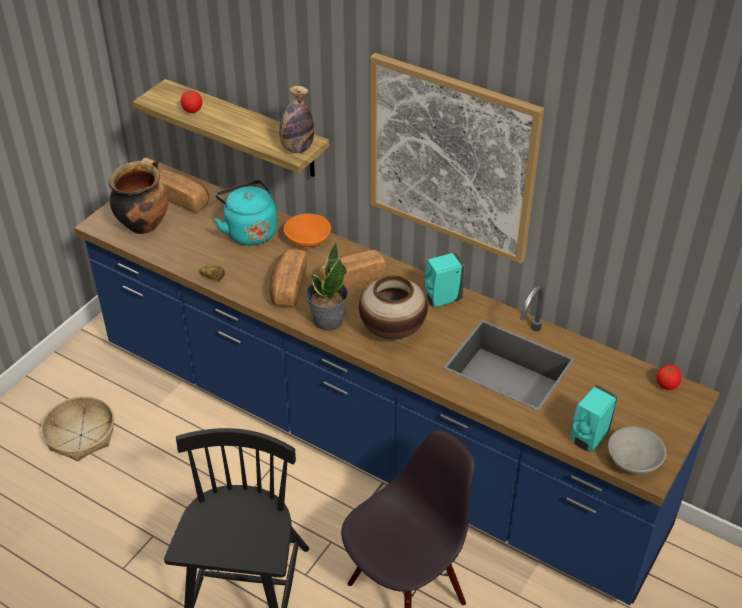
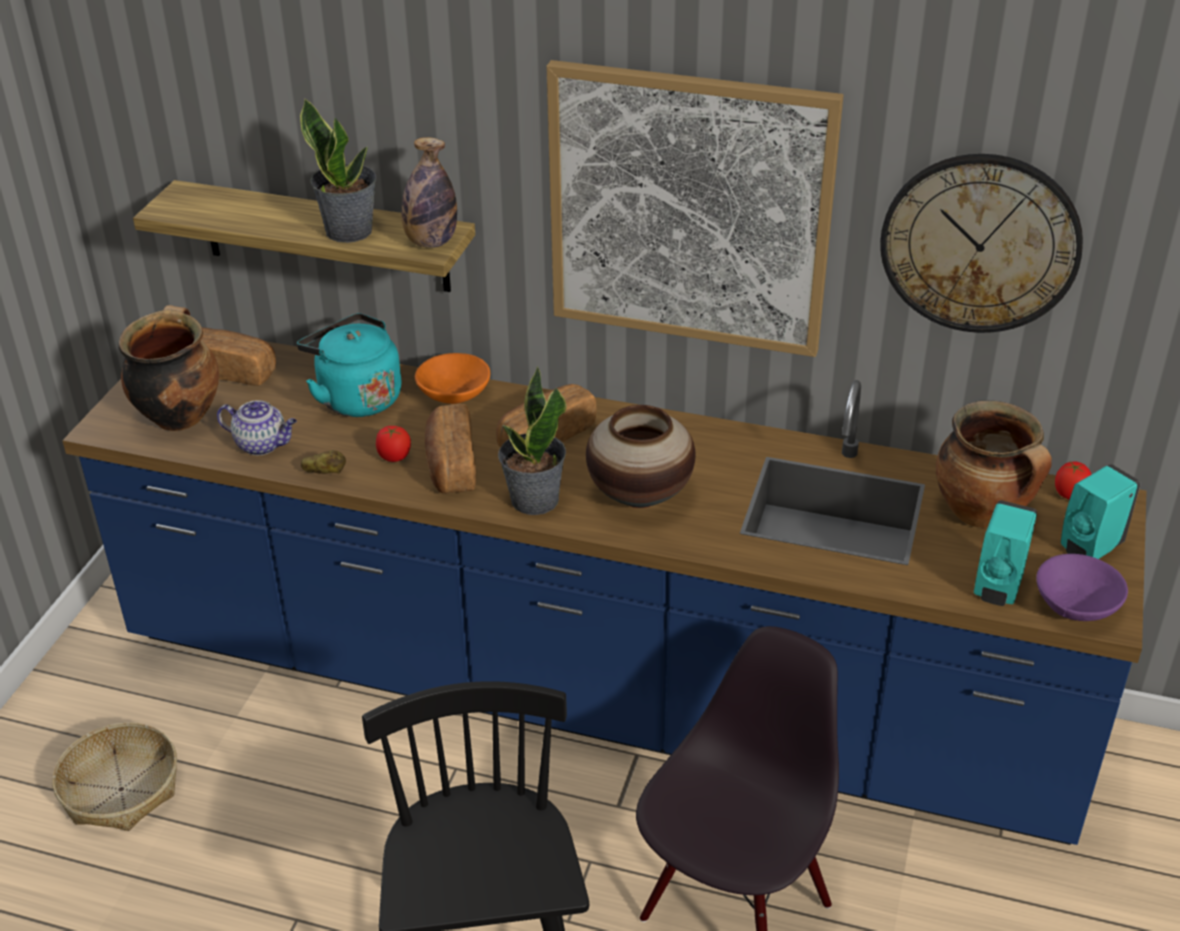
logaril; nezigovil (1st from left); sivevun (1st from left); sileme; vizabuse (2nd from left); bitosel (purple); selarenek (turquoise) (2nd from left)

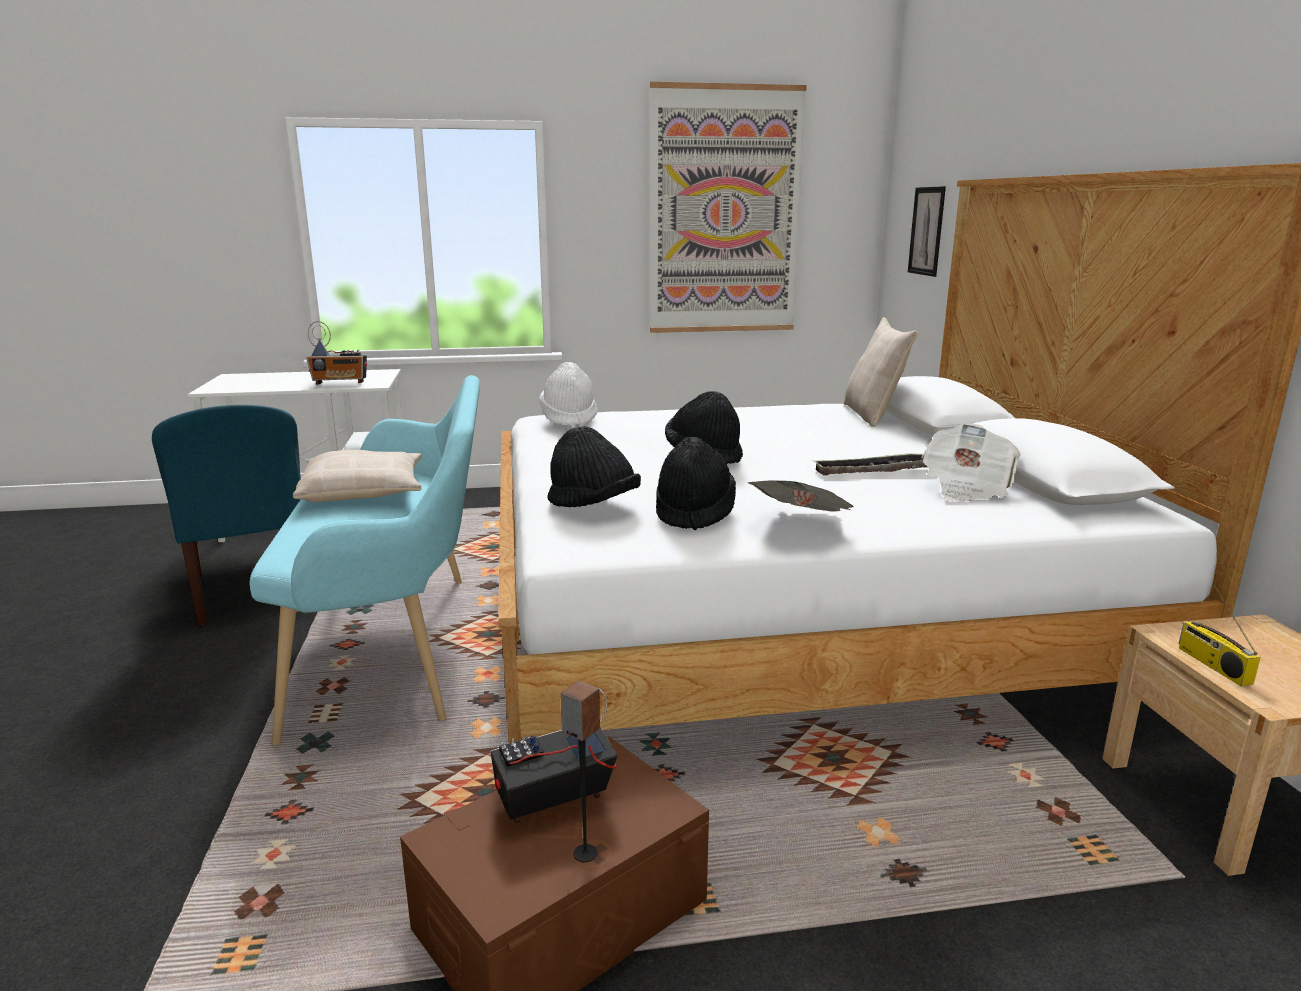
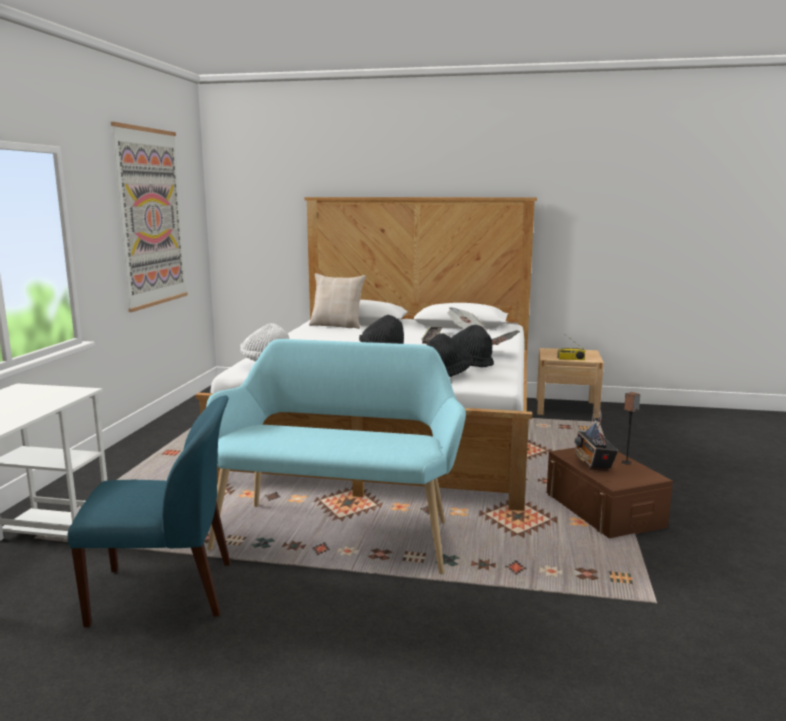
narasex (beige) (1st from left in the first image); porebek (1st from left in the first image); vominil (2nd from left in the first image)

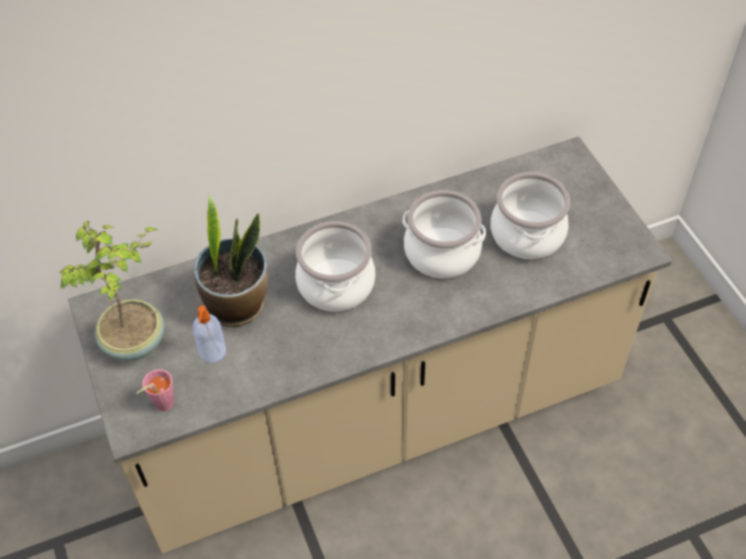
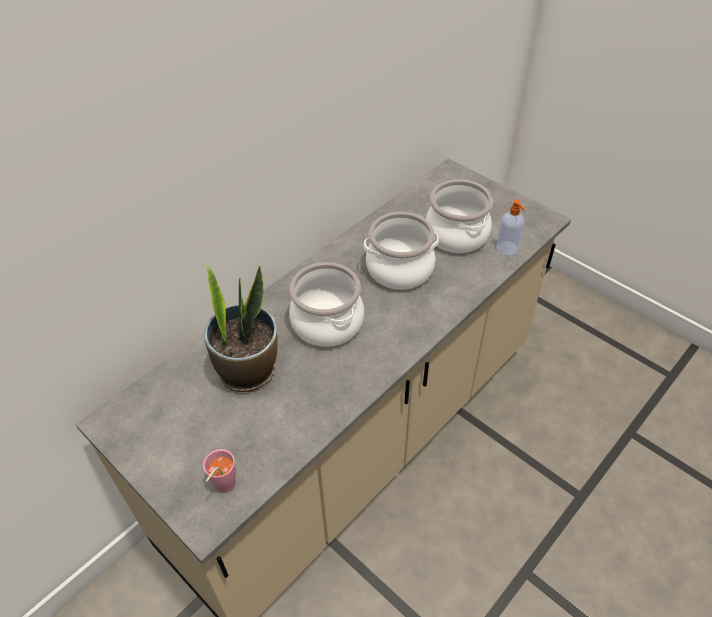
selarenek; nezigovil (1st from left in the first image)

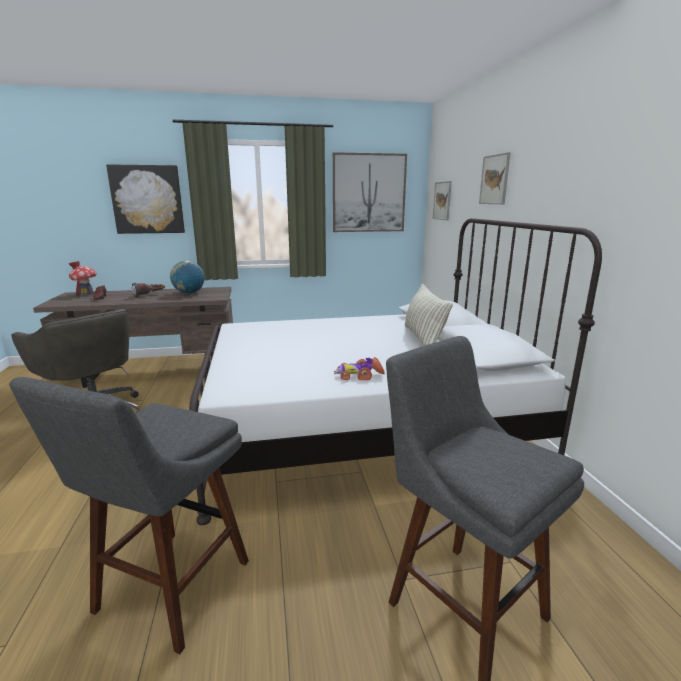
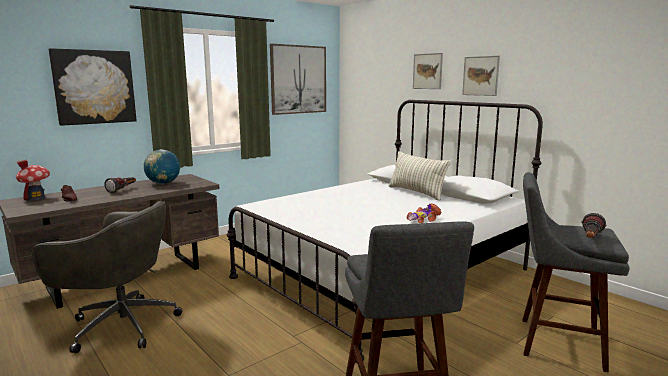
vominil (4th from left); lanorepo (2nd from left)

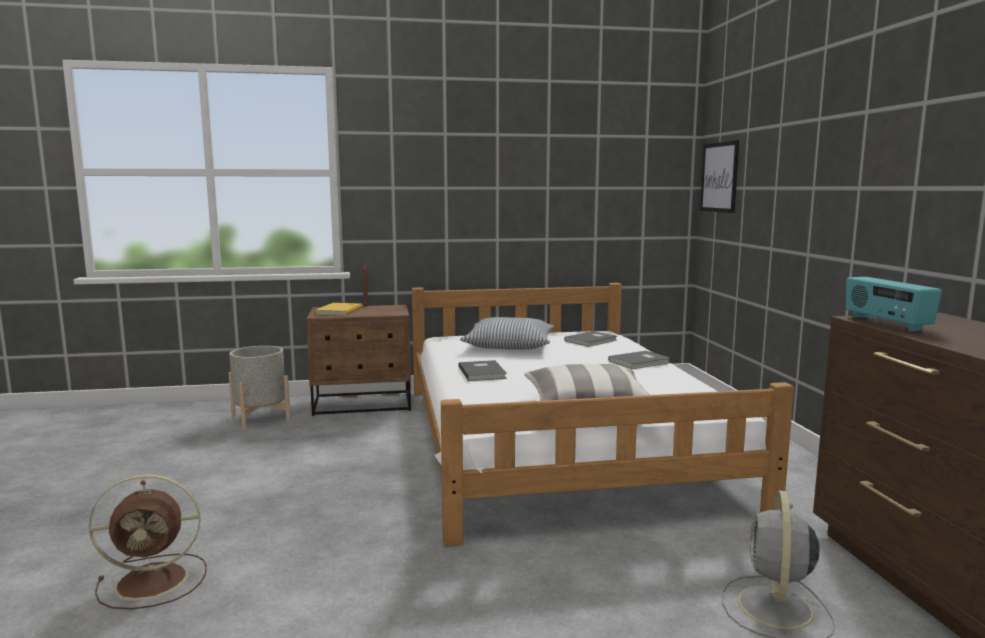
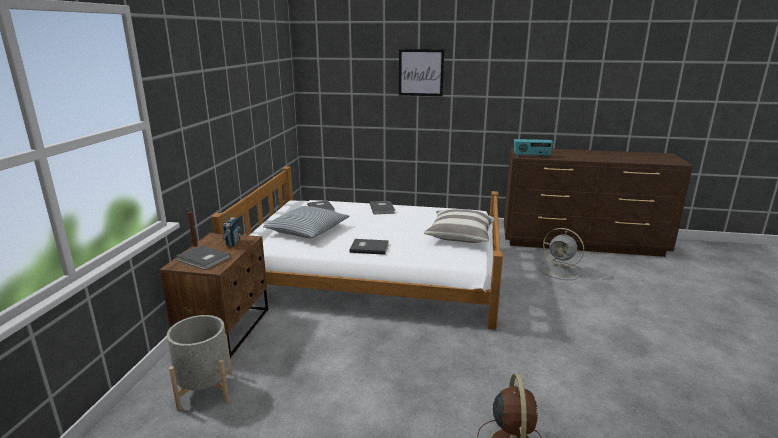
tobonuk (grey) (1st from left); porebek (1st from left); vominil

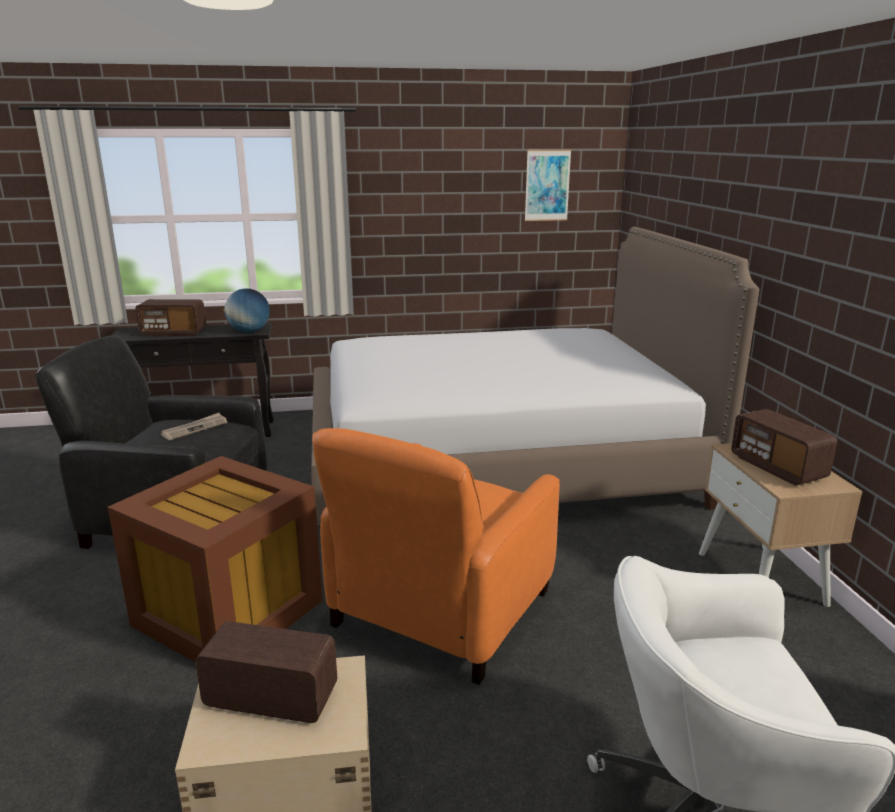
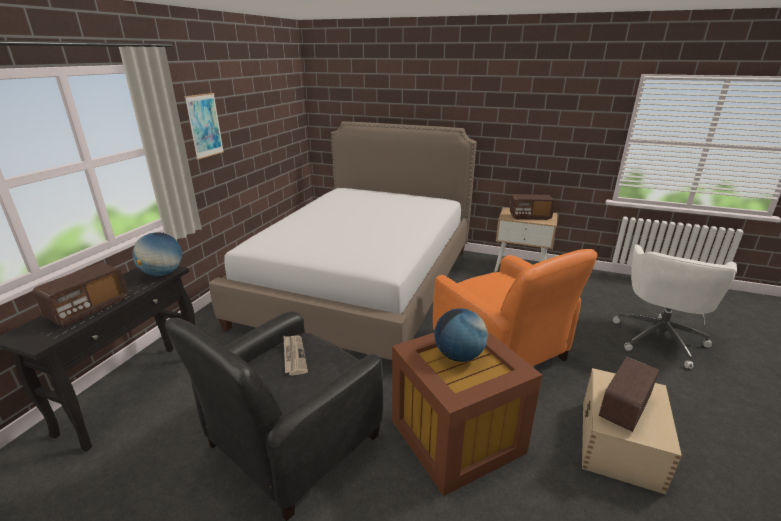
vominil; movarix (2nd from left)

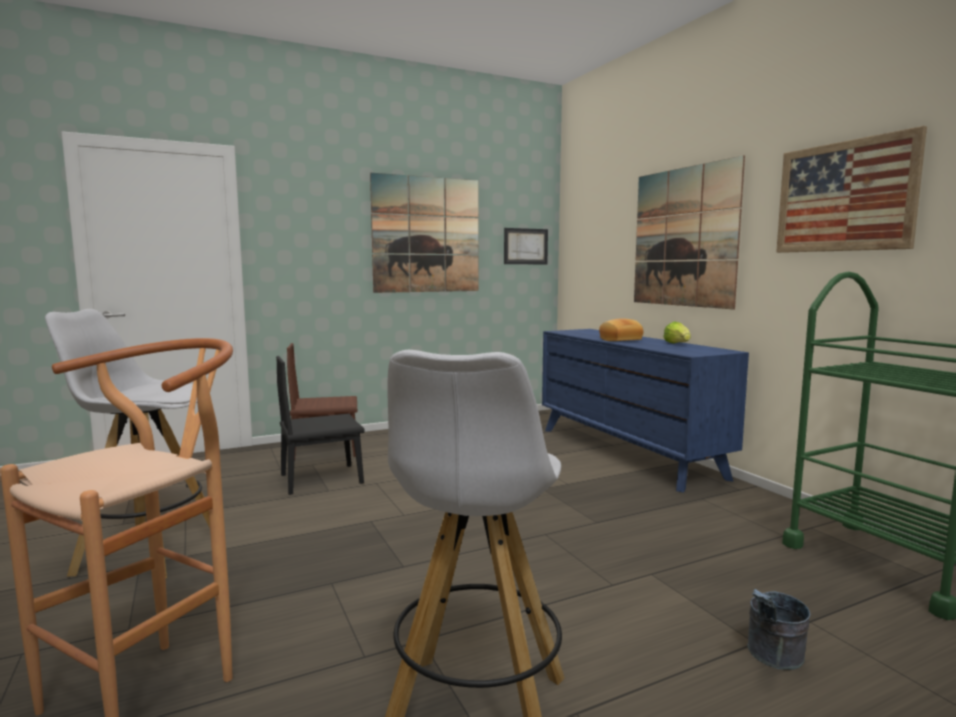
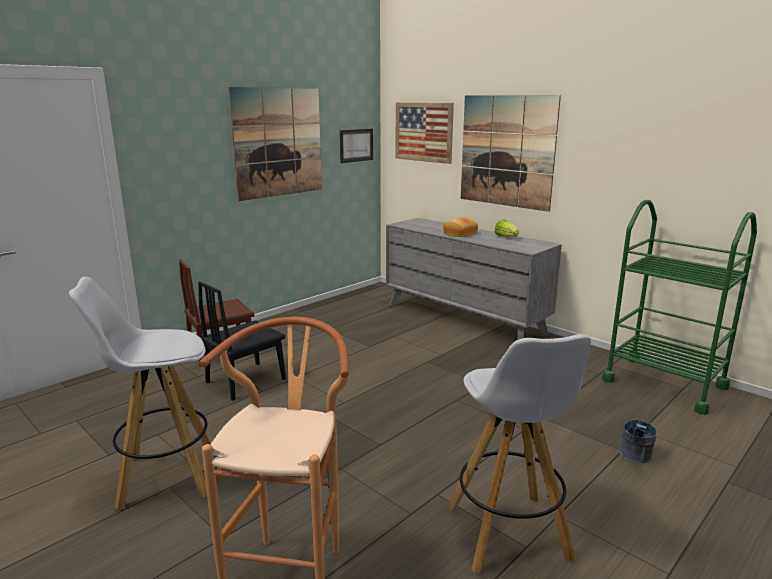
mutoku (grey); vominil (3rd from left)

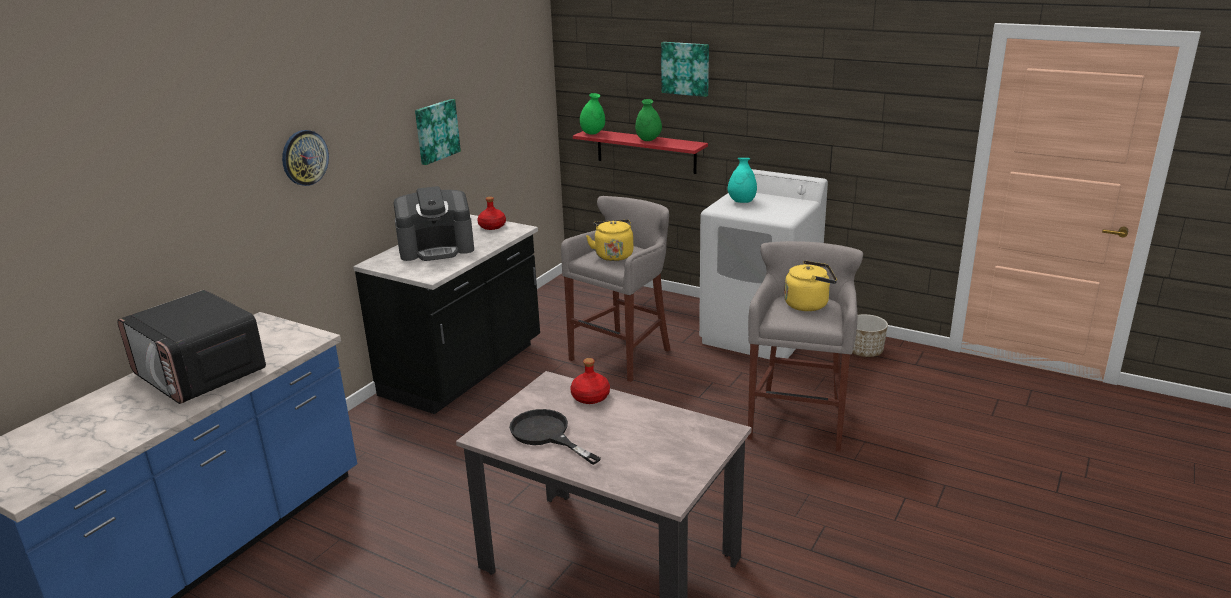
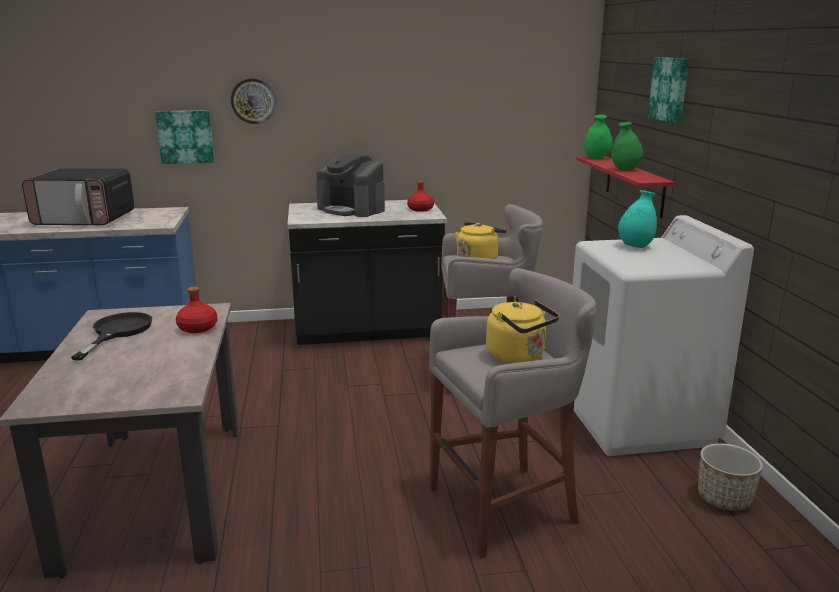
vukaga; vominil (1st from left)

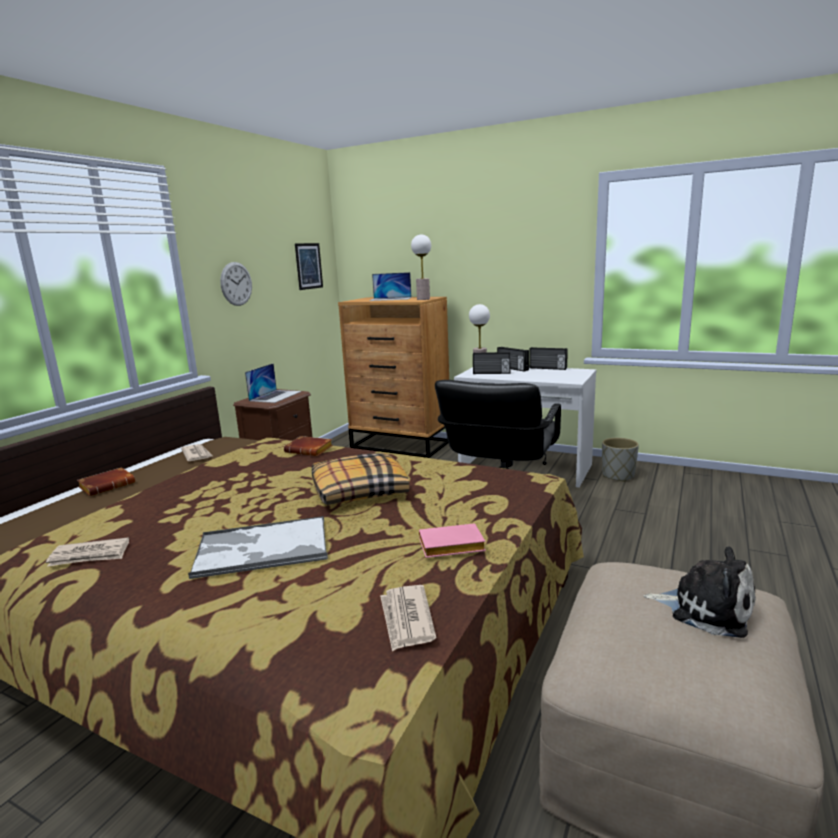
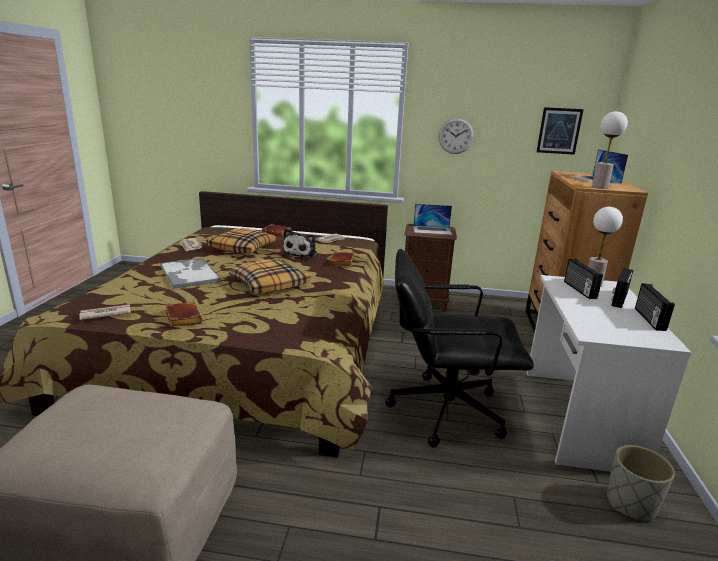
tobonuk (brown) (1st from left); narasex (1st from left); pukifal

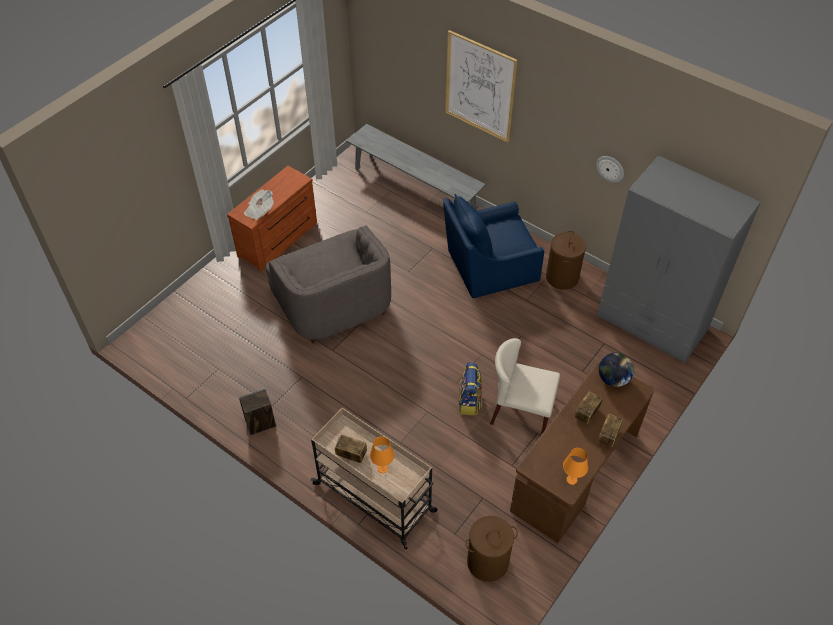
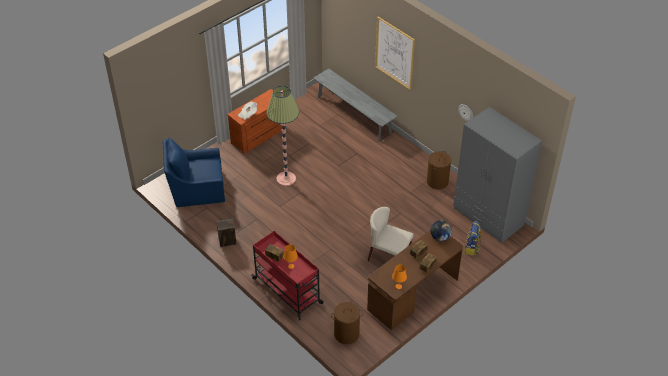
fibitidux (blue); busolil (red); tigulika; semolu

